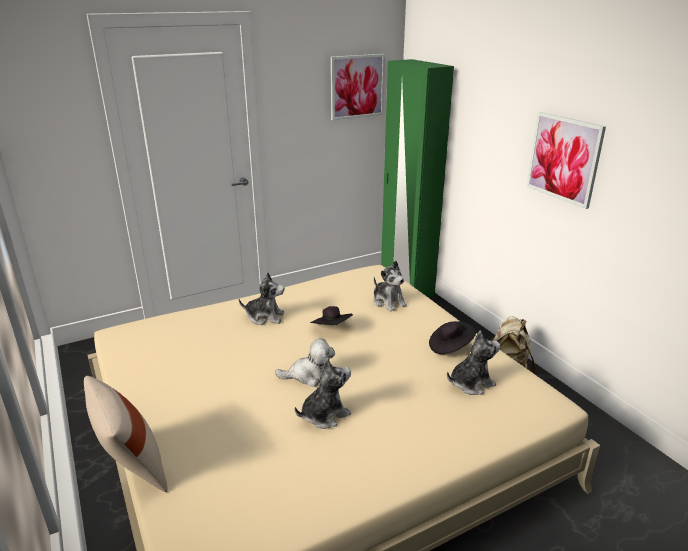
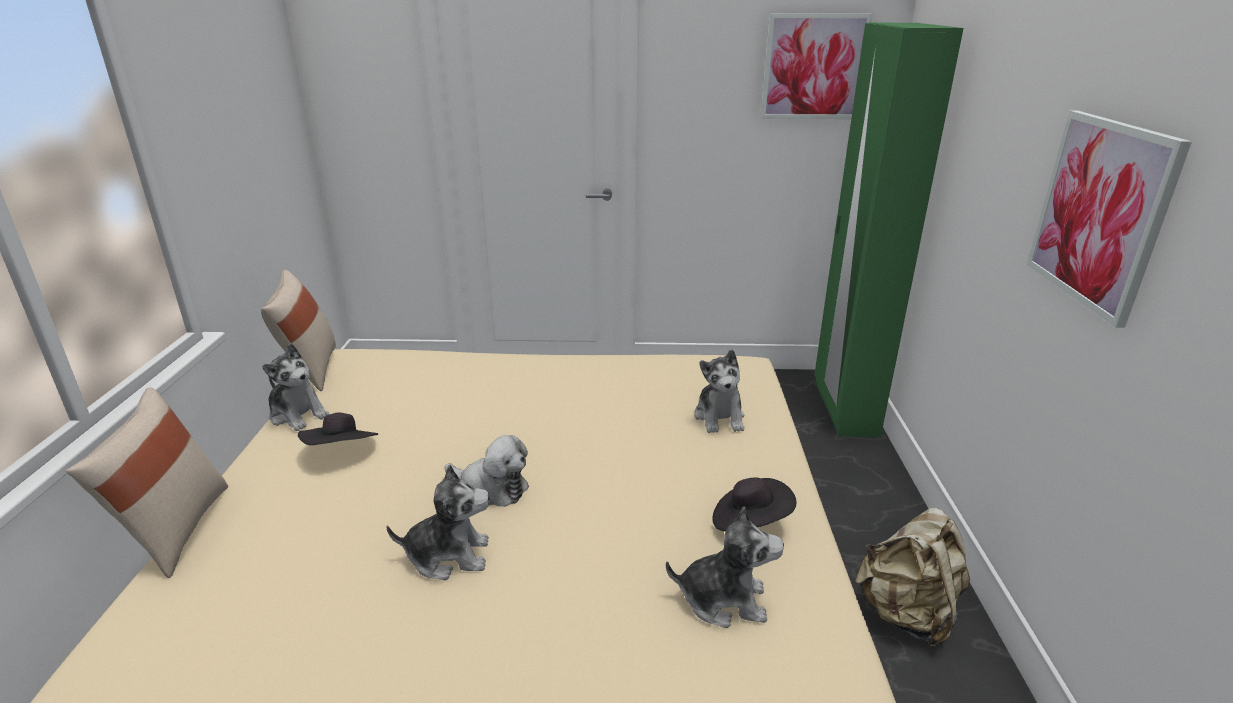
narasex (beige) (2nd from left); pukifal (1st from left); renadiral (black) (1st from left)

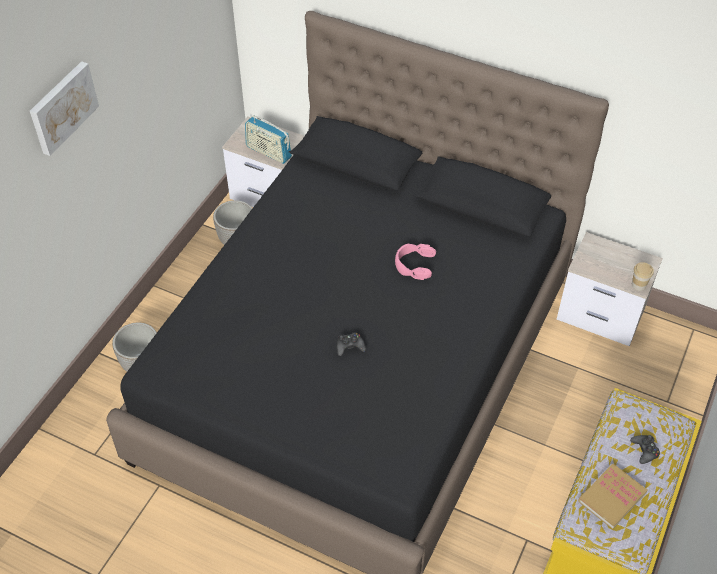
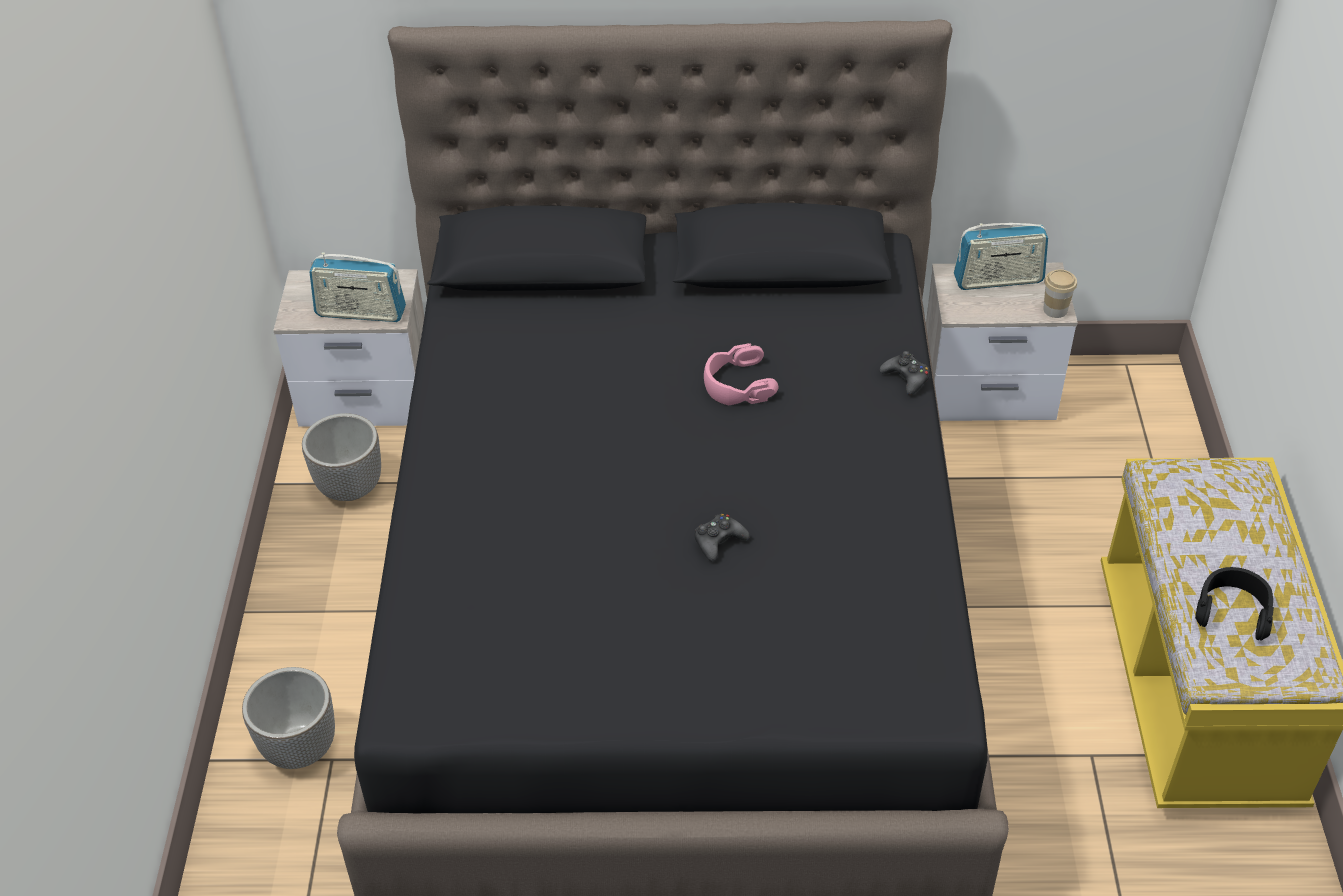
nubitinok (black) (2nd from left); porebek (2nd from left); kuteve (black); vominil

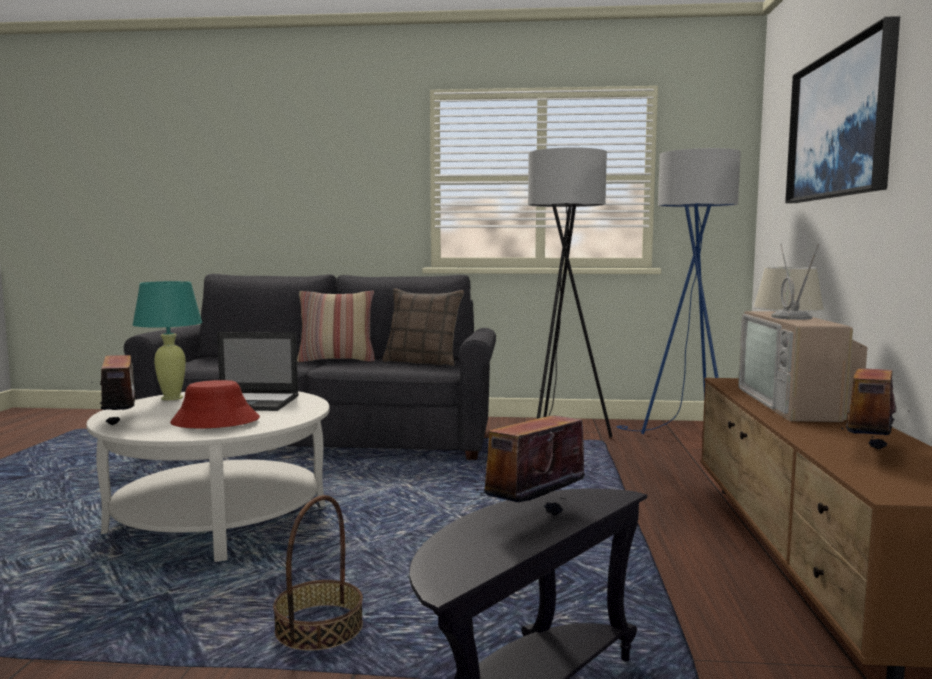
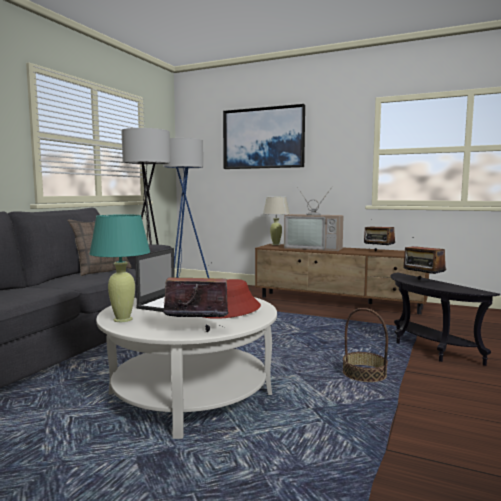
narasex (1st from left in the first image)

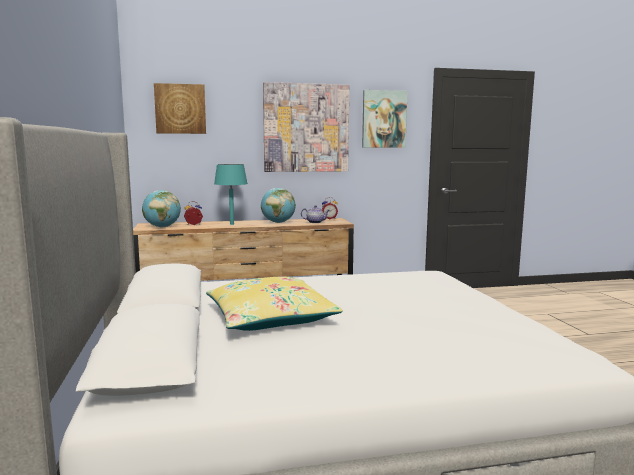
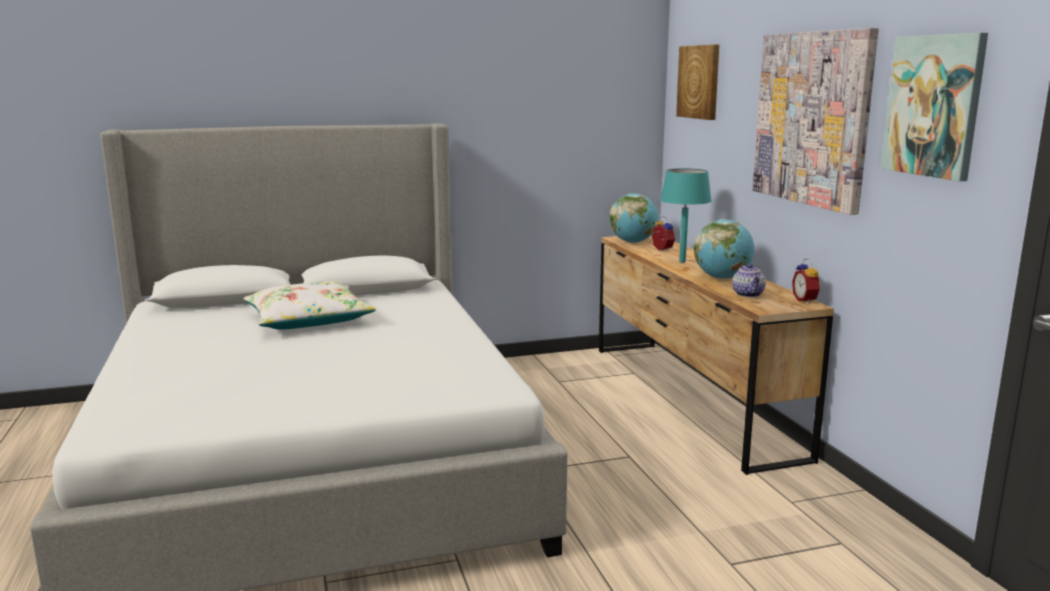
narasex (white)

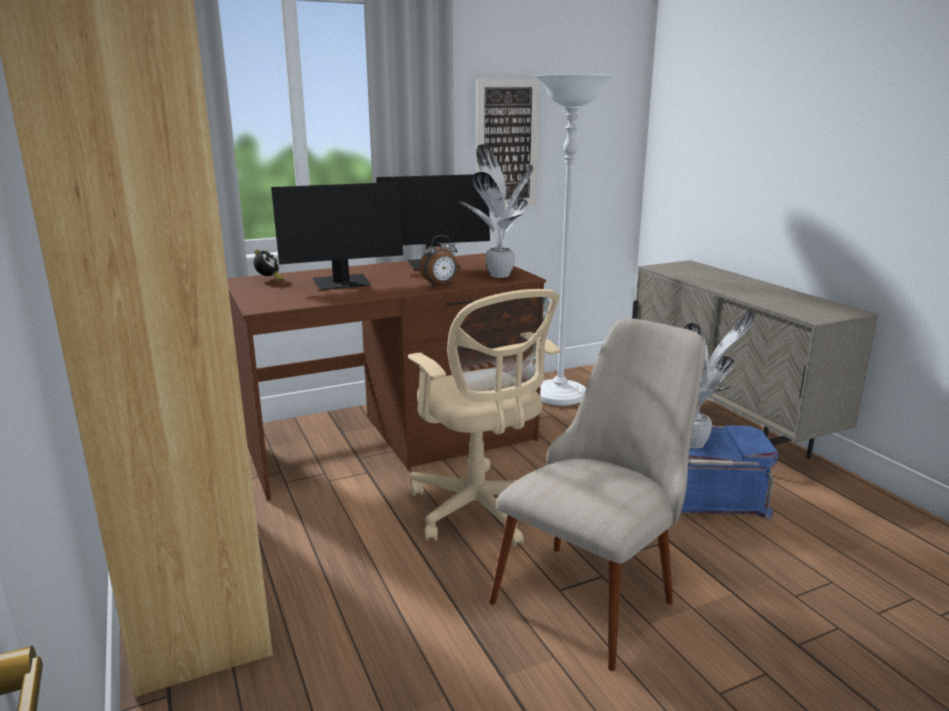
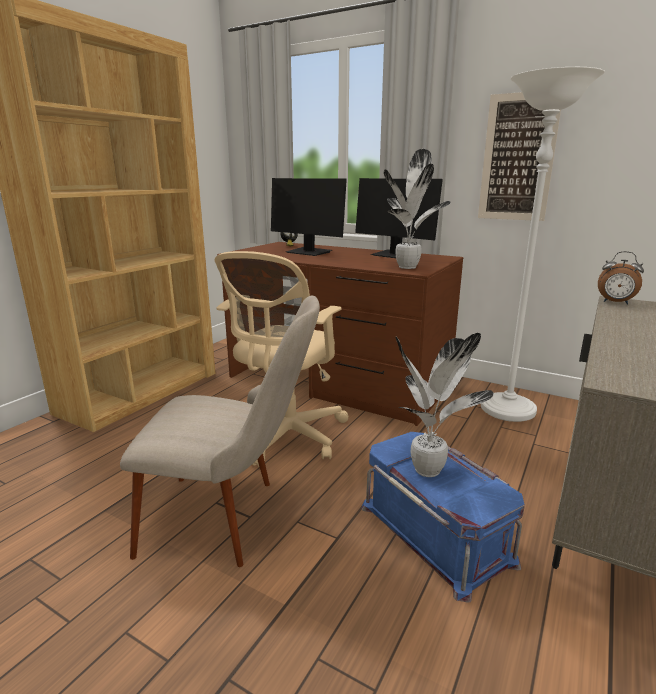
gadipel (2nd from left)

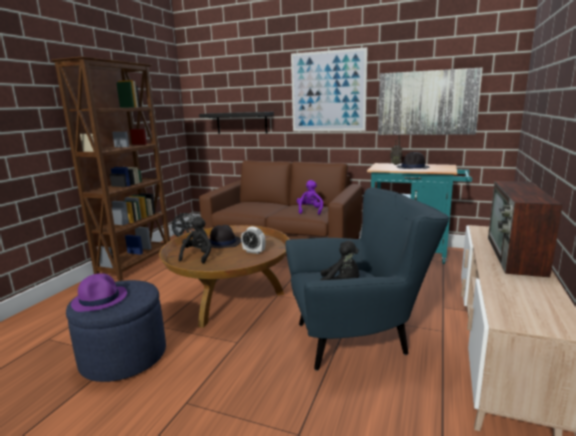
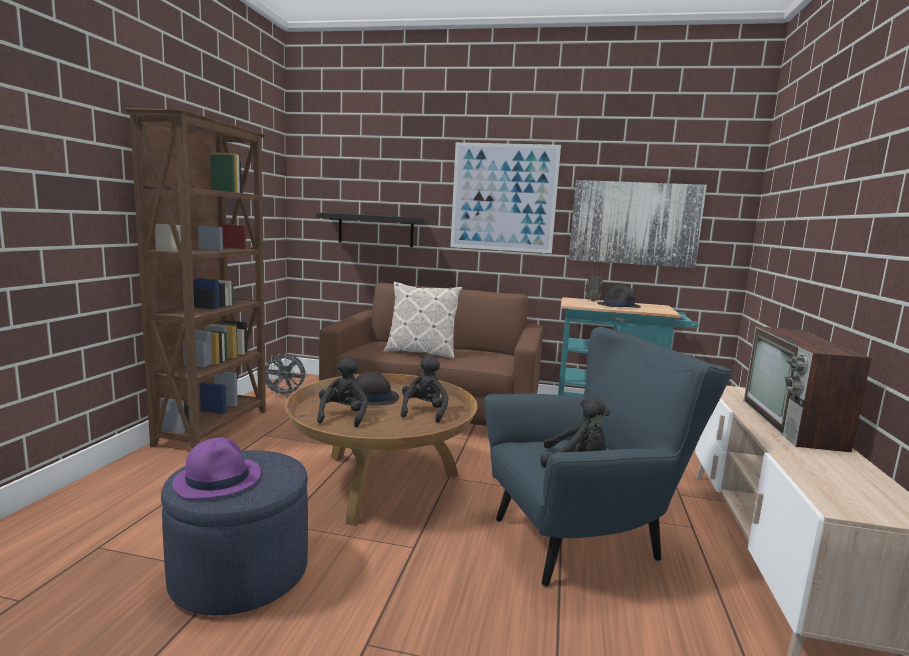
narasex; pukifal (black) (2nd from left); pukifal (purple)

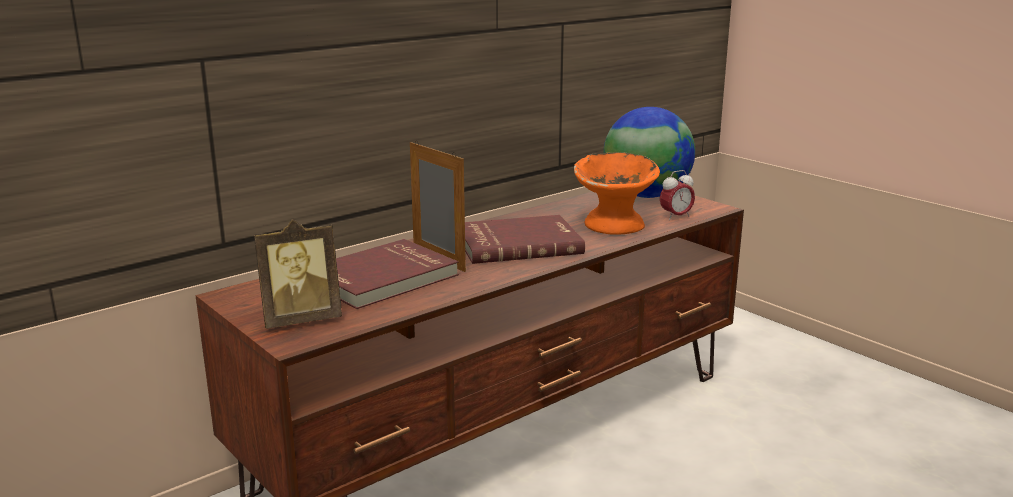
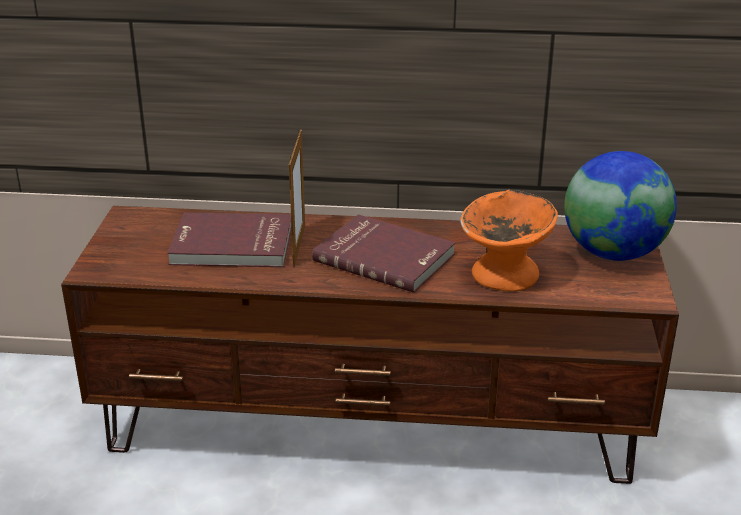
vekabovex (1st from left in the first image); gadipel

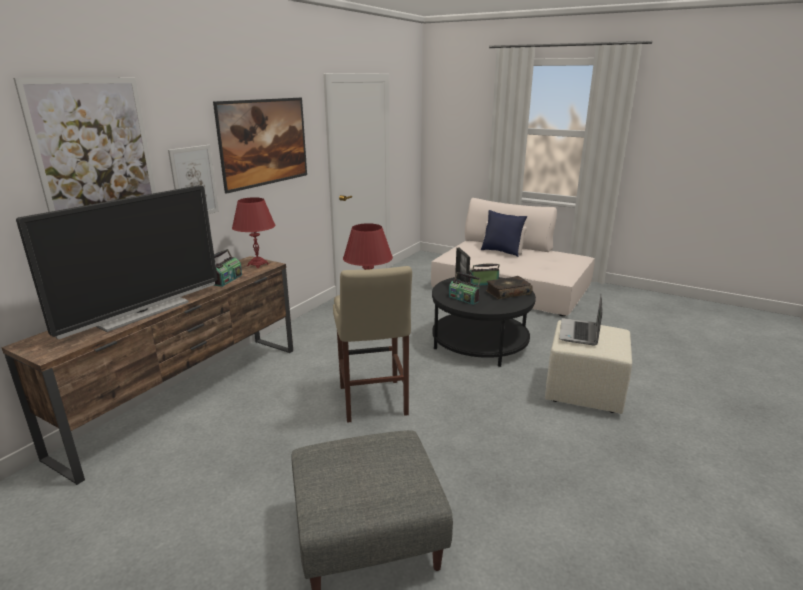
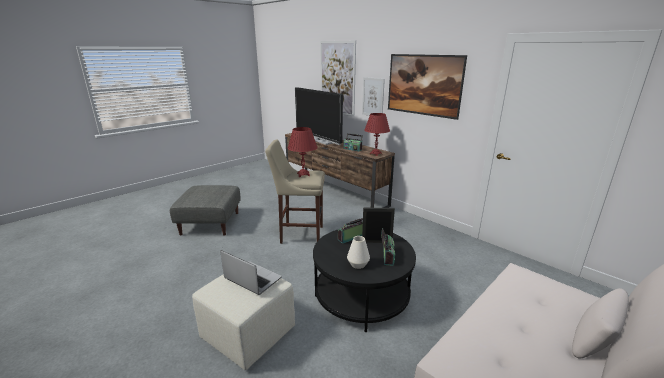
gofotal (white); narasex (blue)

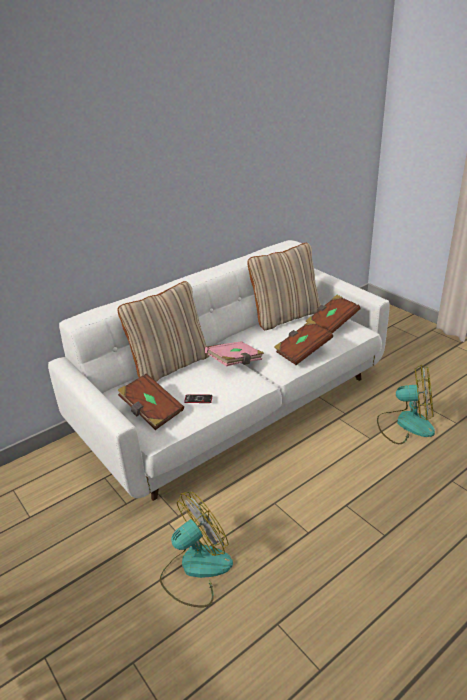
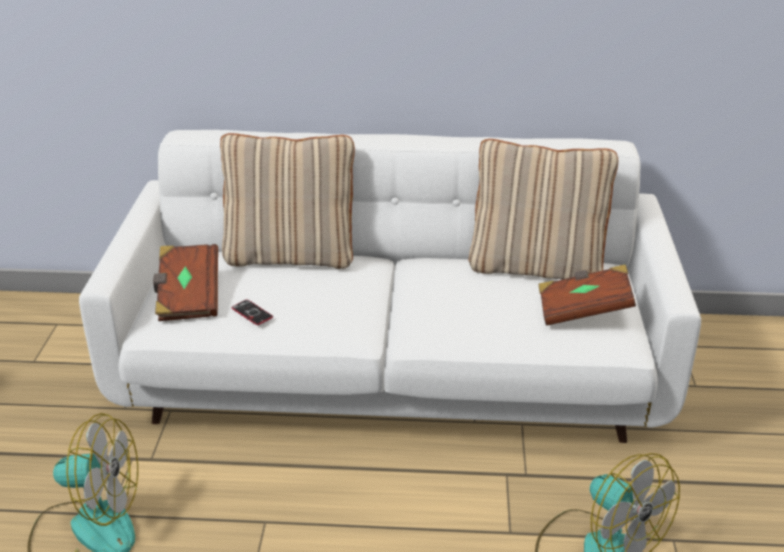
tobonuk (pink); tobonuk (brown) (2nd from left in the first image)

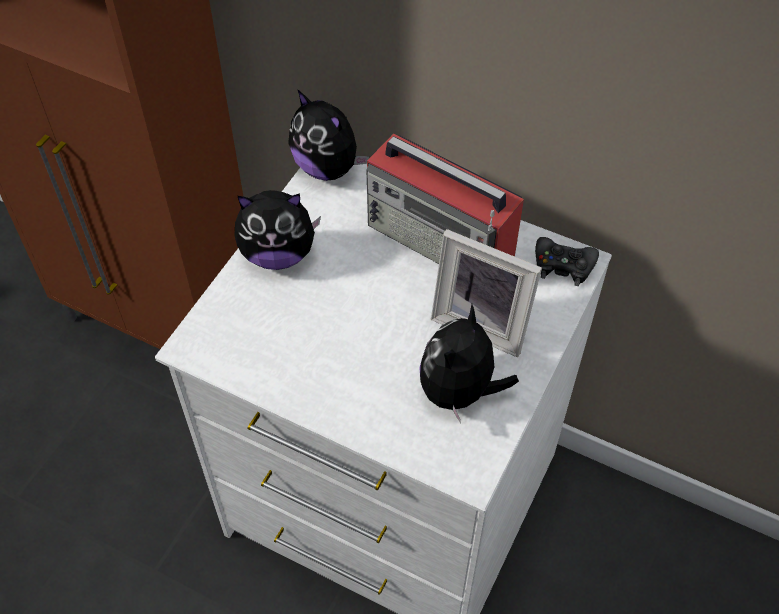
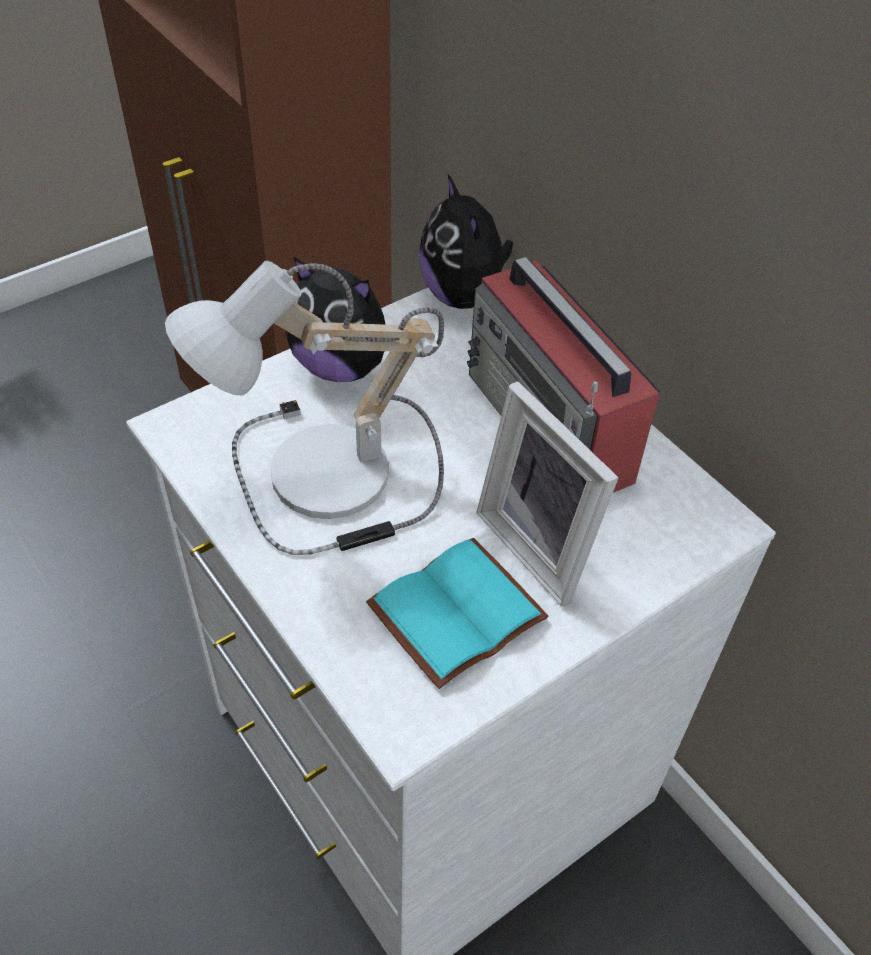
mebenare; tobonuk (turquoise); nubitinok (black)

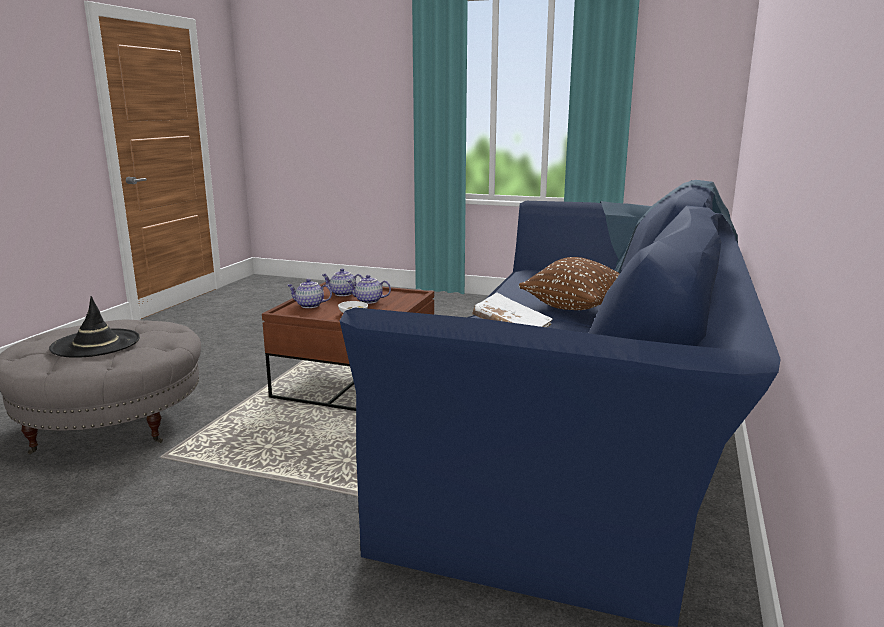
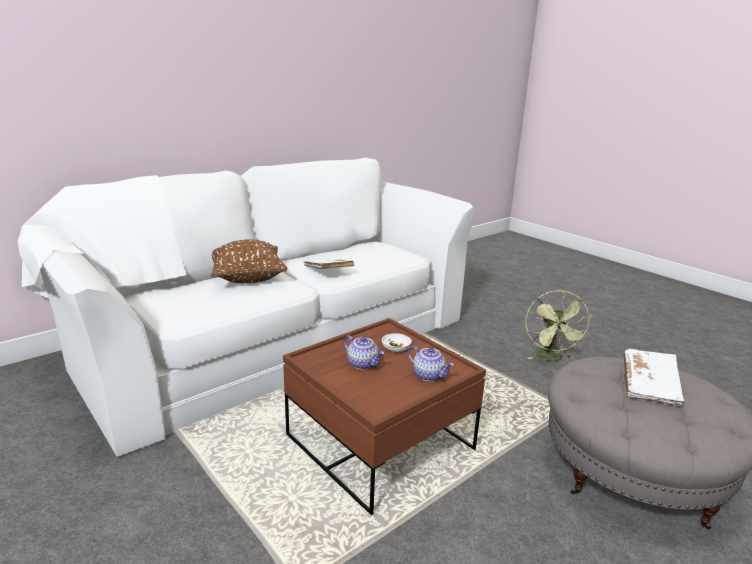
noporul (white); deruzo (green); tobonuk (white) (2nd from left); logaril (2nd from left in the first image)

